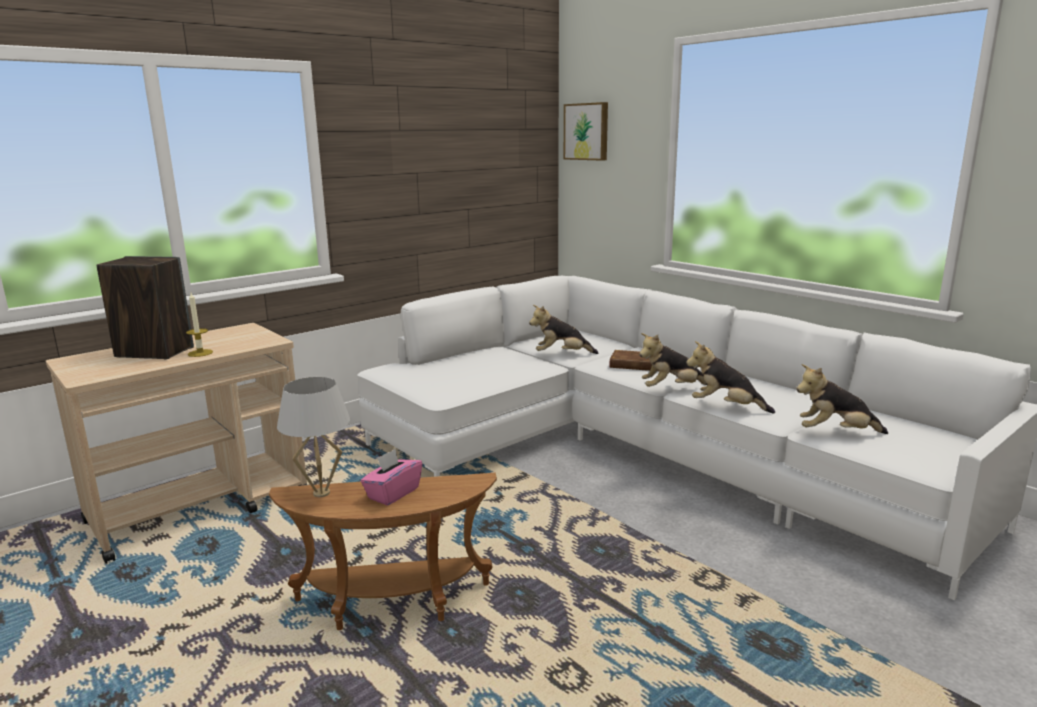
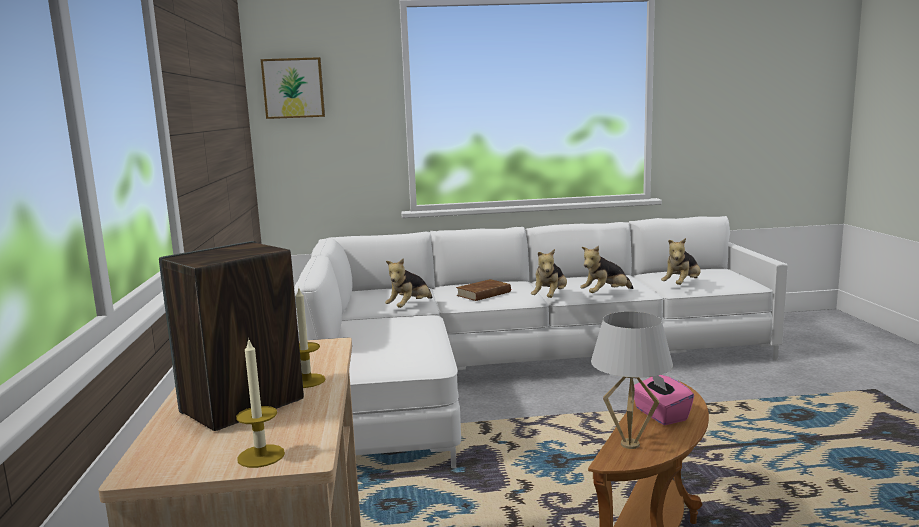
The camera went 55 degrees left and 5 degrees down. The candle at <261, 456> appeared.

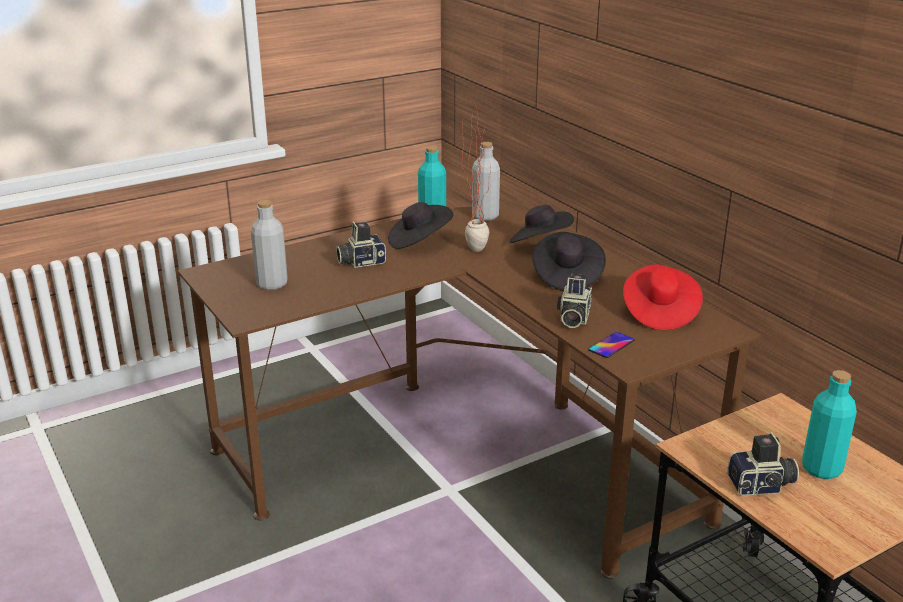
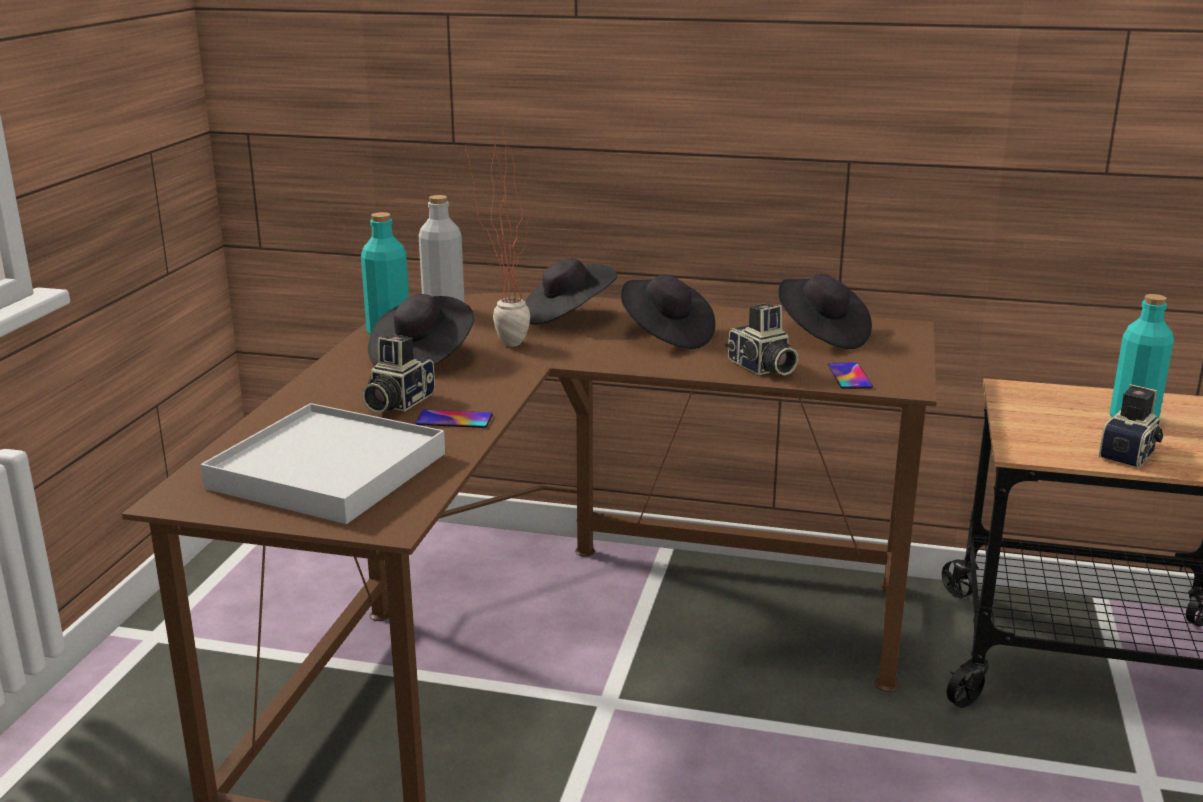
The camera went 45 degrees left and 5 degrees down. The phone at <454, 420> appeared. The grey bottle at <272, 284> was replaced by the white tray at <328, 470>. The red hat at <659, 313> became the black hat at <821, 335>.

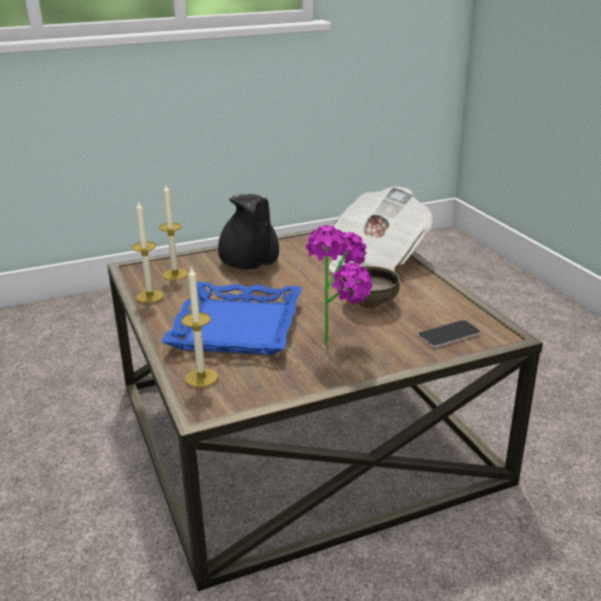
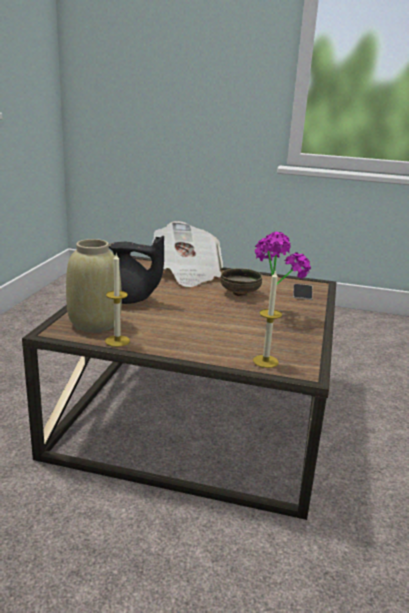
The camera went 55 degrees left and 5 degrees down. The blue tray at <238, 327> disappeared. The candle at <175, 274> was replaced by the beige vase at <95, 323>.

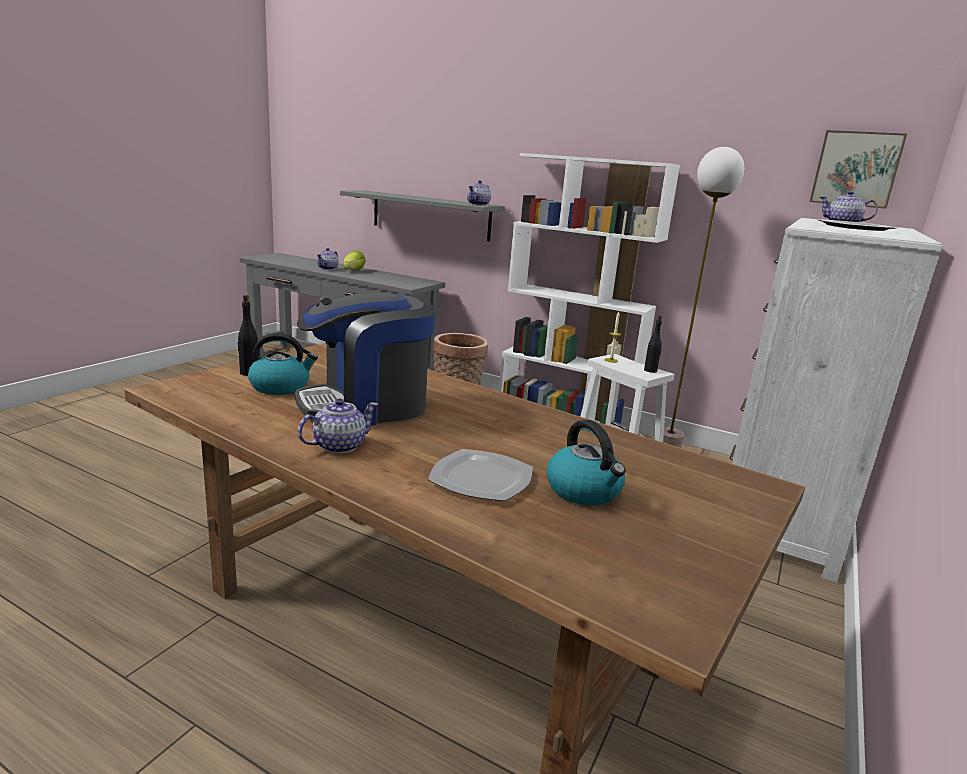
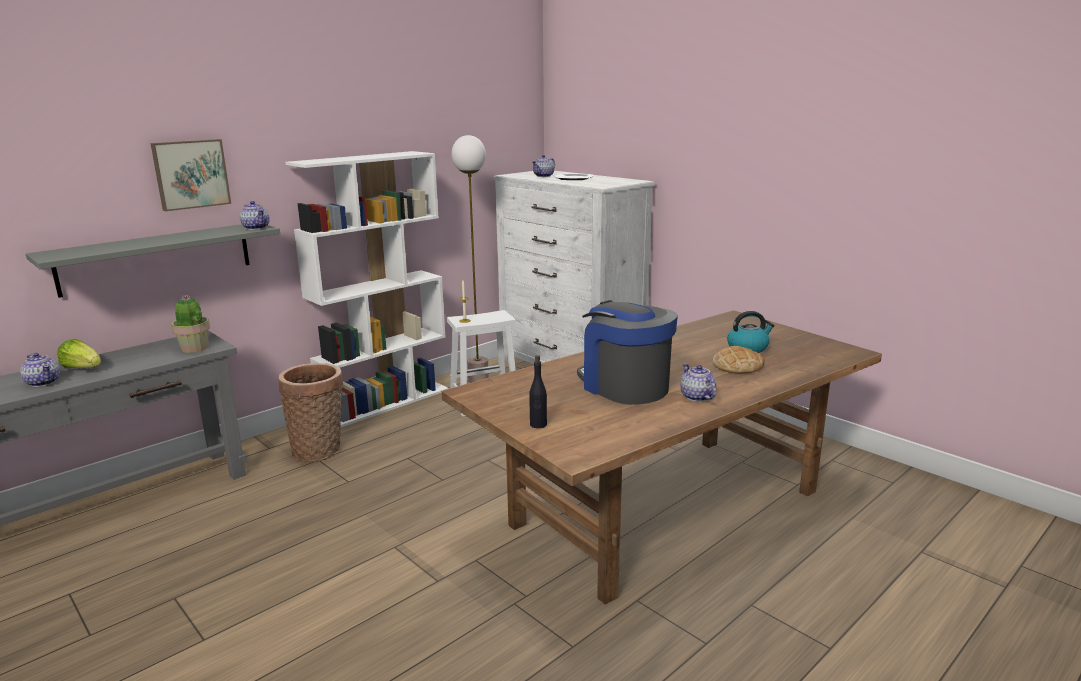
The camera went 70 degrees left and 0 degrees up. The kettle at <281, 387> disappeared. The black bottle at <650, 370> disappeared. The potted plant at <194, 348> appeared. The picture moved from <856, 169> to <191, 174>. The plate at <482, 478> was replaced by the bread at <737, 366>. The coffee machine at <366, 406> turned 150 degrees clockwise.

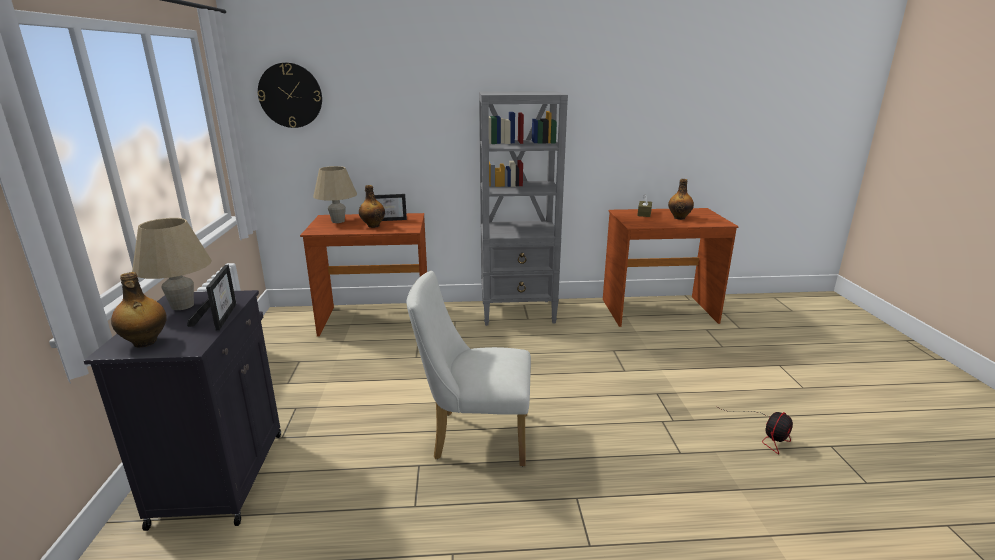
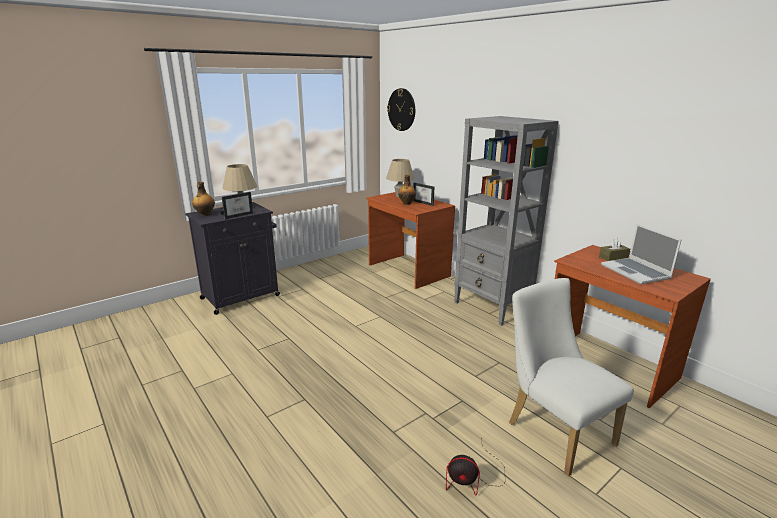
The camera went 55 degrees right and 0 degrees up. The white chair moved from <474, 436> to <554, 429>. The bottle at <679, 218> was replaced by the laptop at <636, 272>.

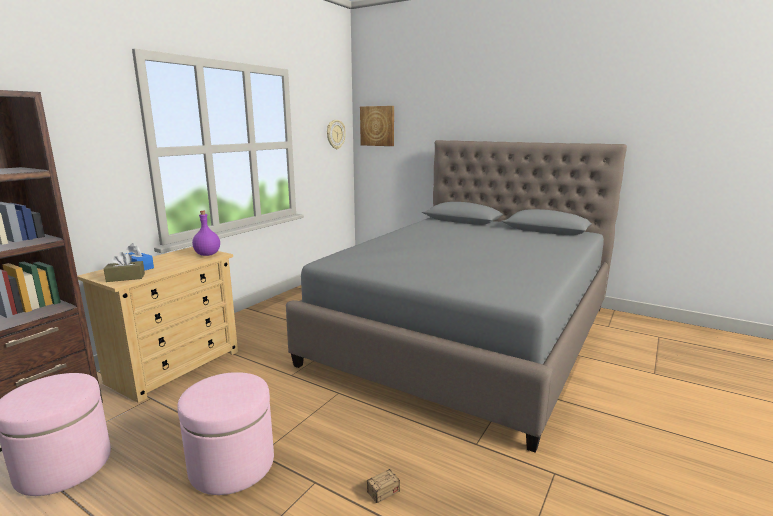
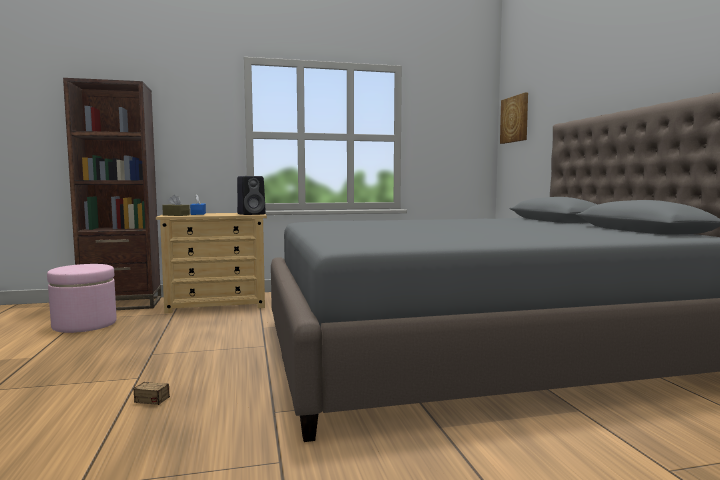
The camera went 45 degrees right and 10 degrees down. The pink ottoman at <232, 465> disappeared. The wall clock at <335, 134> disappeared. The purple bottle at <207, 254> was replaced by the black speaker at <252, 214>.

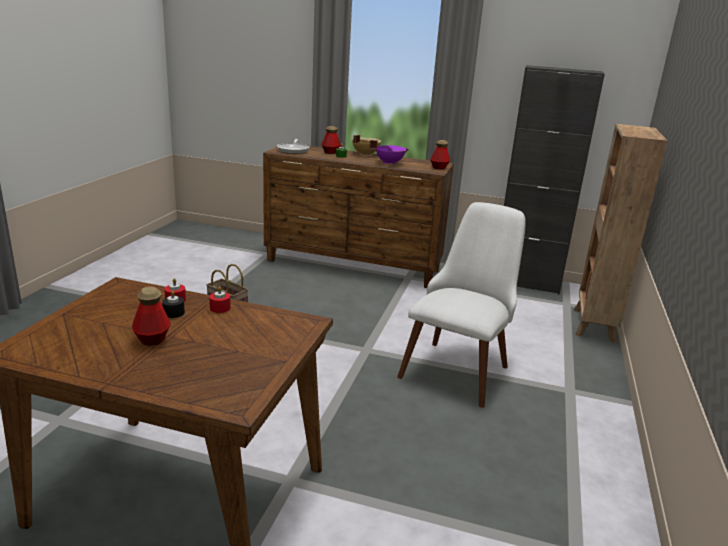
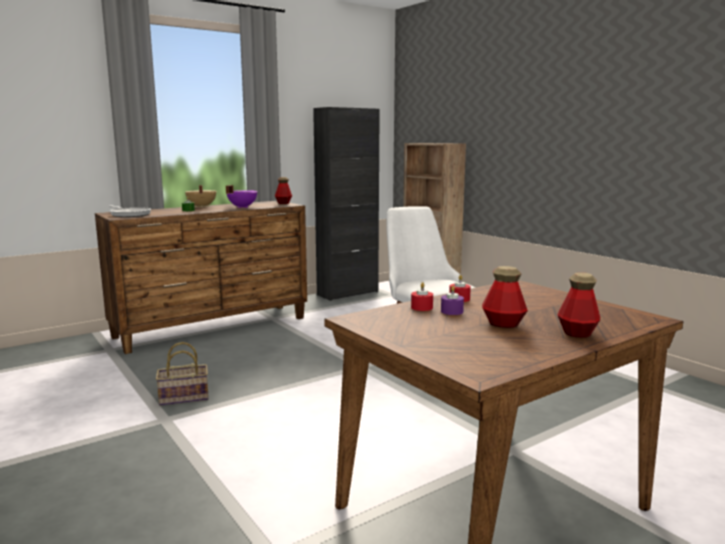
The camera went 50 degrees left and 10 degrees down. The bottle moved from <330, 152> to <577, 333>. The black candle at <173, 313> became the purple candle at <452, 311>.

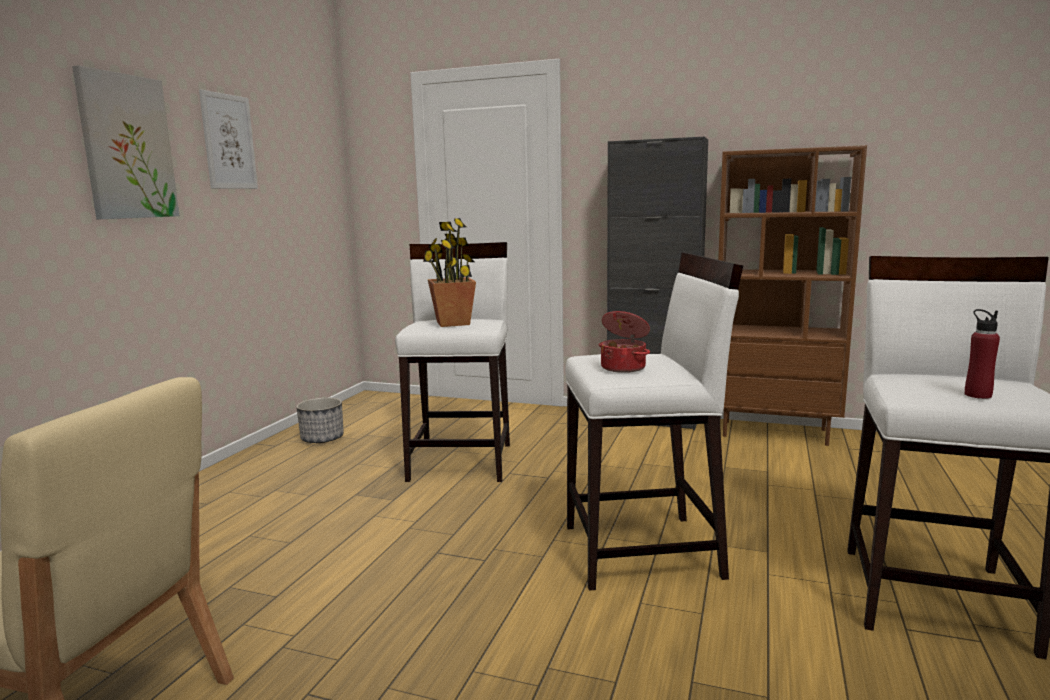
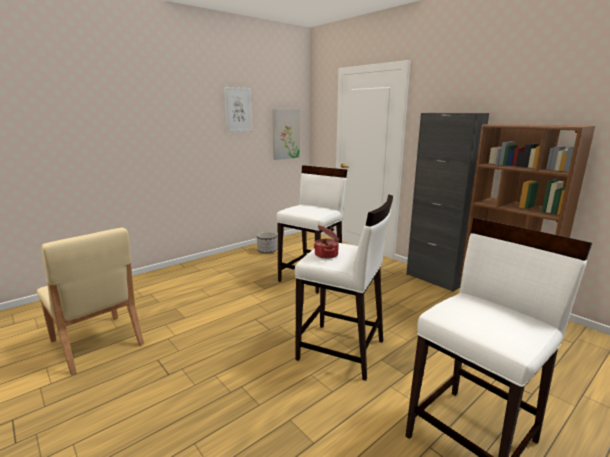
The camera went 30 degrees right and 5 degrees up. The potted plant at <453, 323> disappeared. The red bottle at <977, 395> disappeared. The picture moved from <127, 147> to <285, 134>.

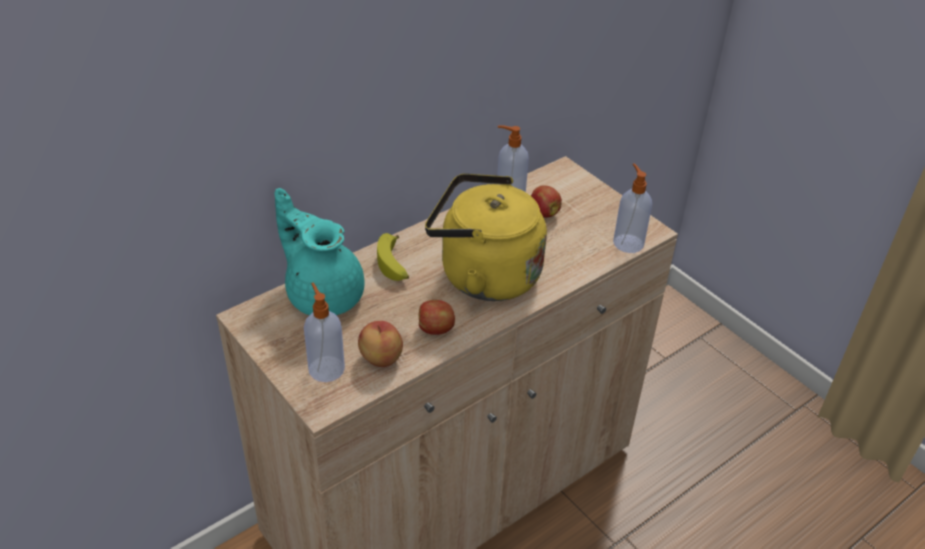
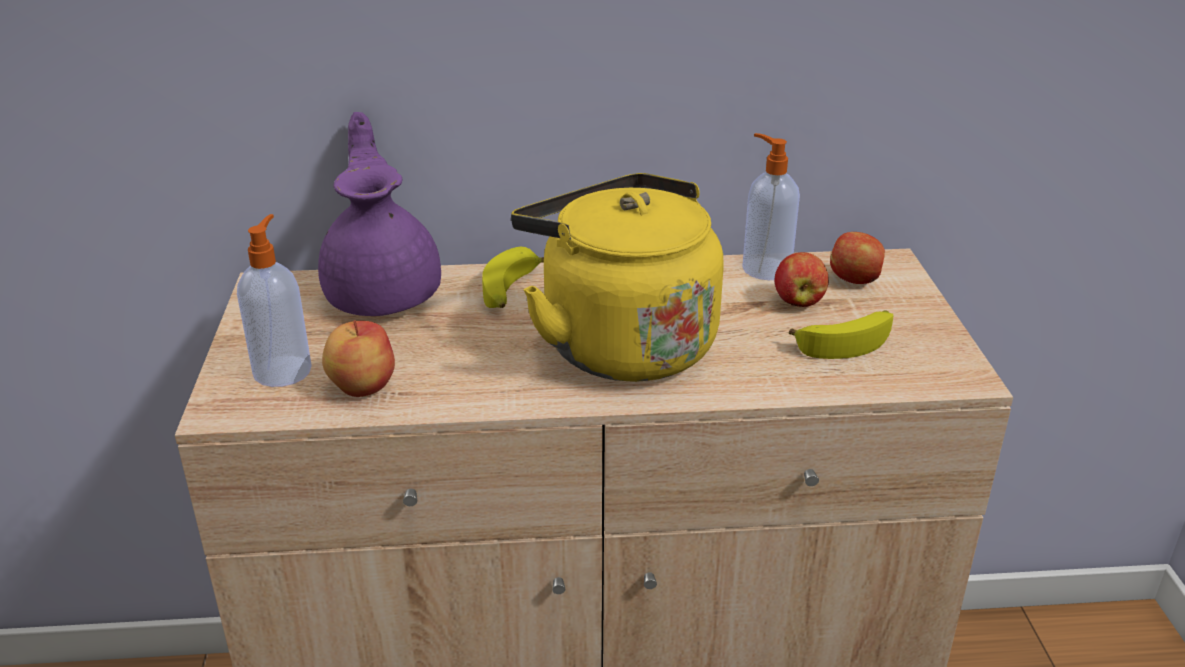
The camera went 35 degrees right and 10 degrees down. The soap dispenser at <628, 242> disappeared. The banana at <846, 341> appeared. The apple moved from <436, 329> to <855, 280>. The turquoise teapot at <323, 293> became the purple teapot at <384, 292>.

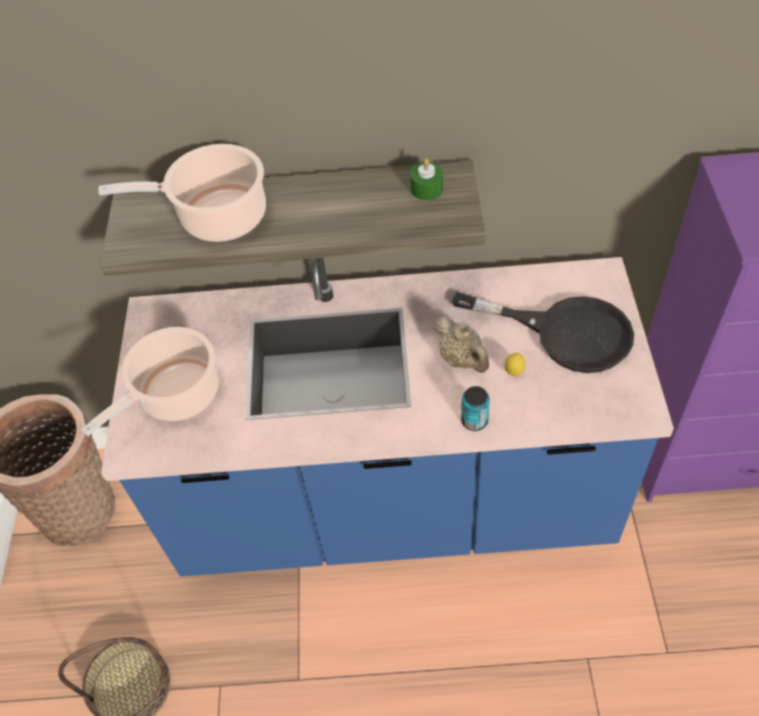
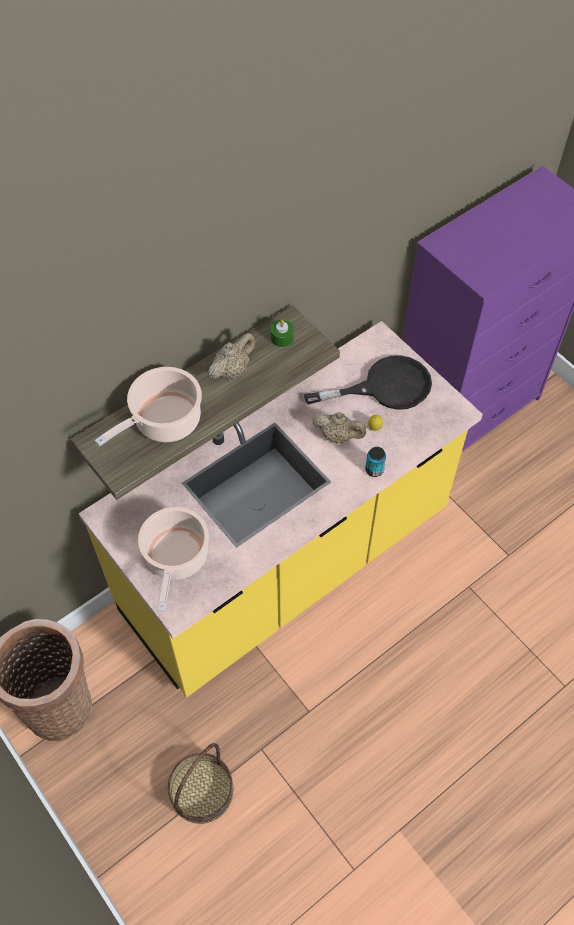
The camera went 40 degrees left and 5 degrees up. The beige teapot at <232, 370> appeared. The blue counter at <394, 504> became the yellow counter at <287, 565>.

